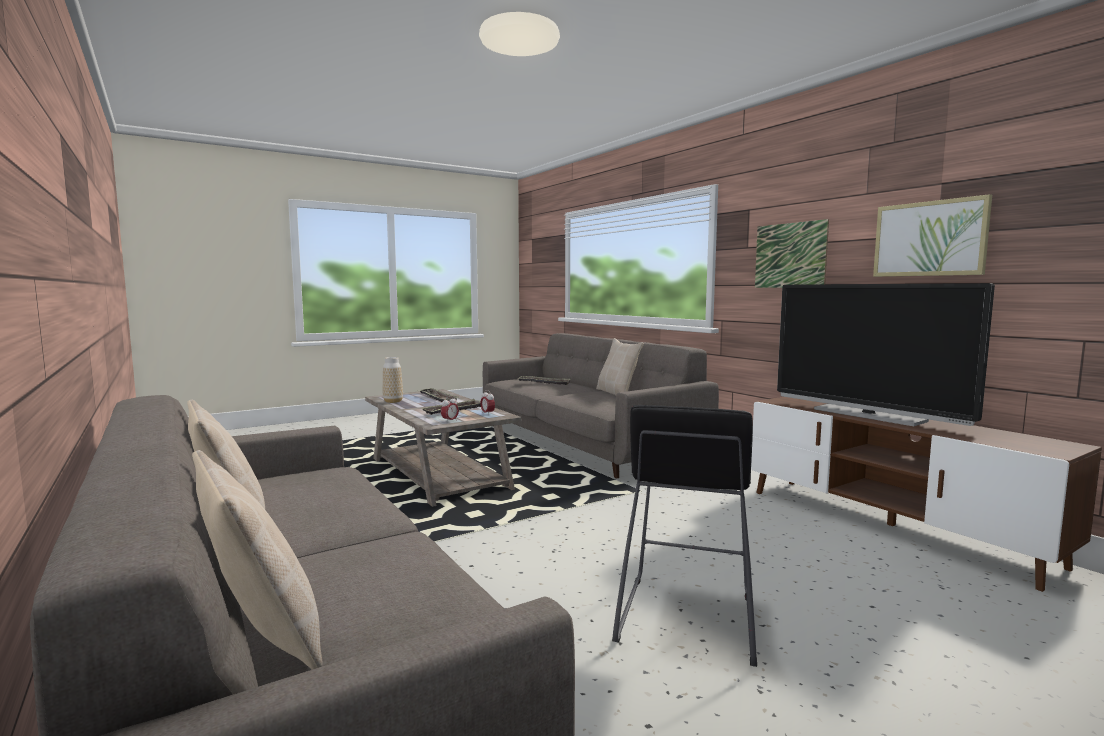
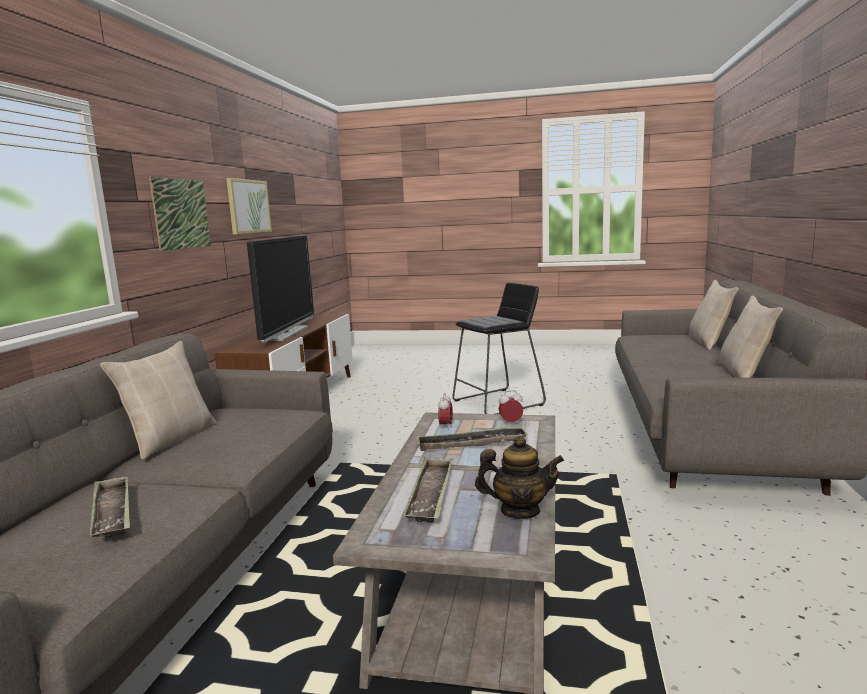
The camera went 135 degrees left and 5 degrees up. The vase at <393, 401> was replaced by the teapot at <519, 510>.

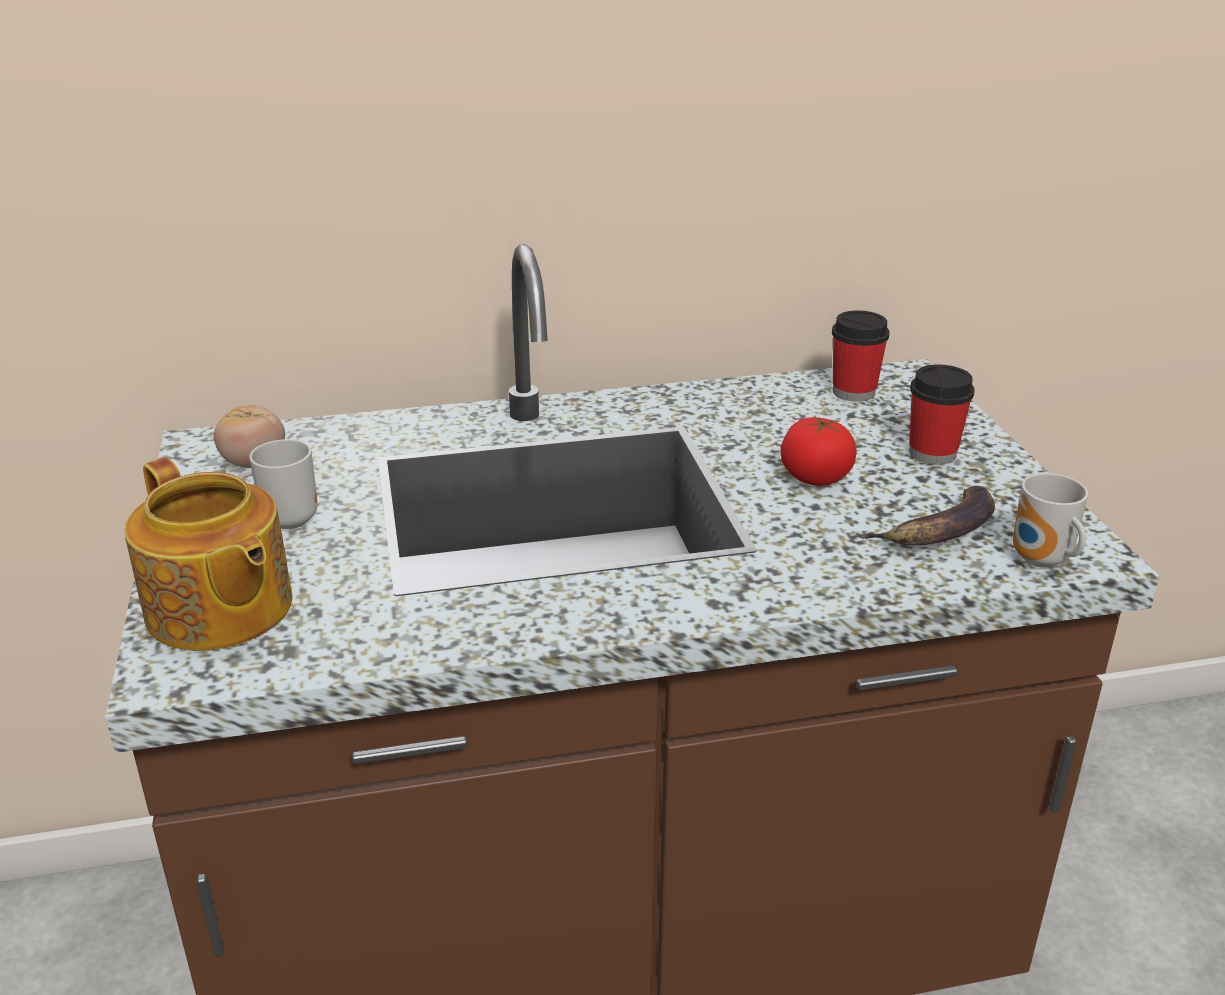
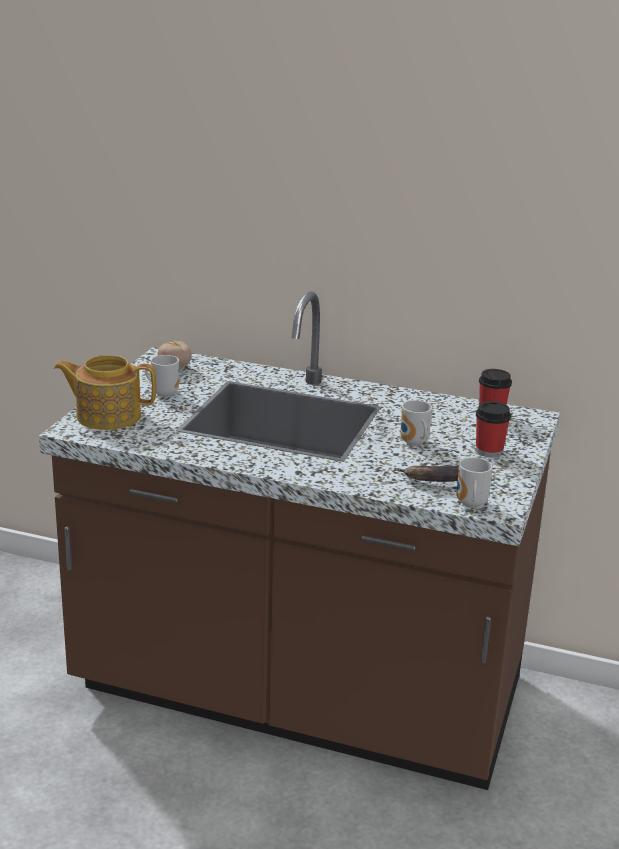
The camera went 30 degrees right and 5 degrees down. The tomato at <815, 477> was replaced by the mug at <413, 443>. The teapot at <219, 610> turned 105 degrees clockwise.

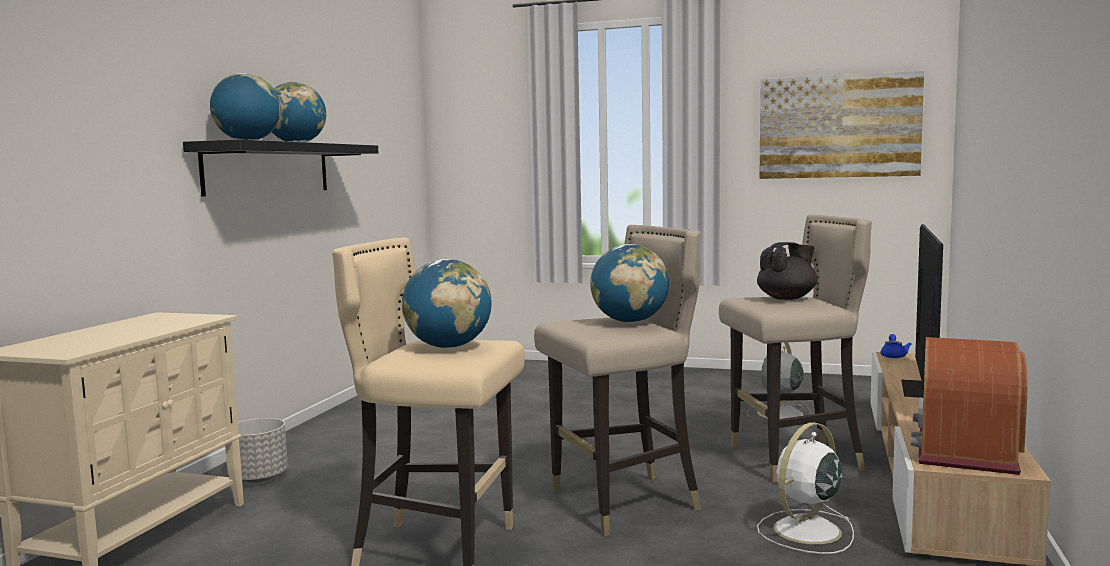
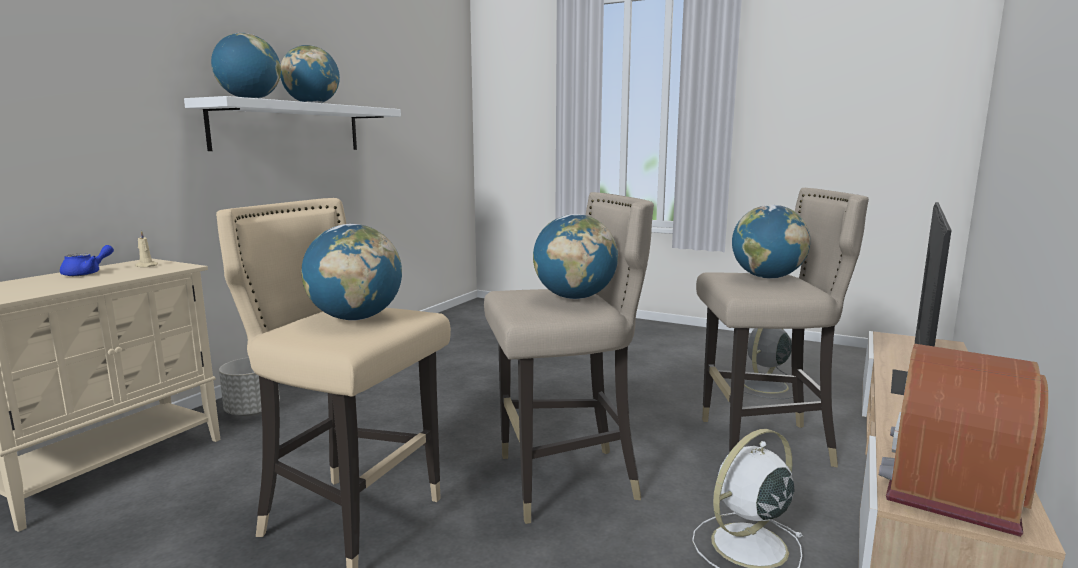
The camera went 10 degrees right and 5 degrees up. The picture at <838, 126> disappeared. The beige candle at <145, 266> appeared. The blue teapot moved from <893, 355> to <87, 273>. The black teapot at <787, 298> was replaced by the globe at <767, 277>. The black shelf at <268, 168> became the white shelf at <289, 127>.

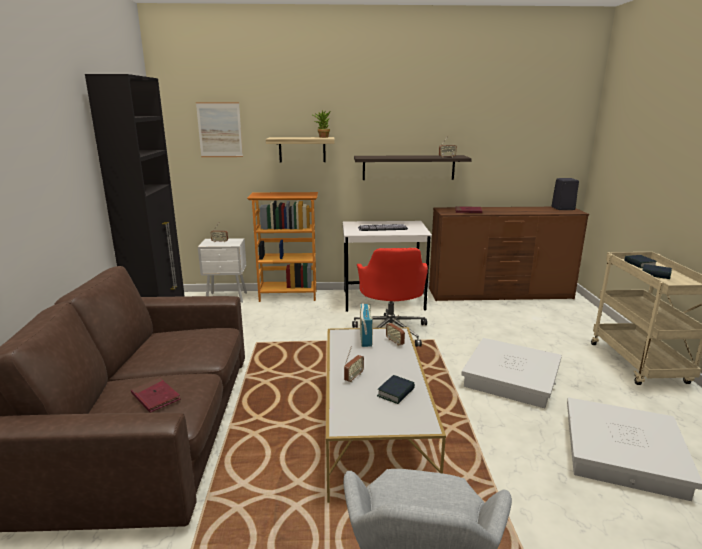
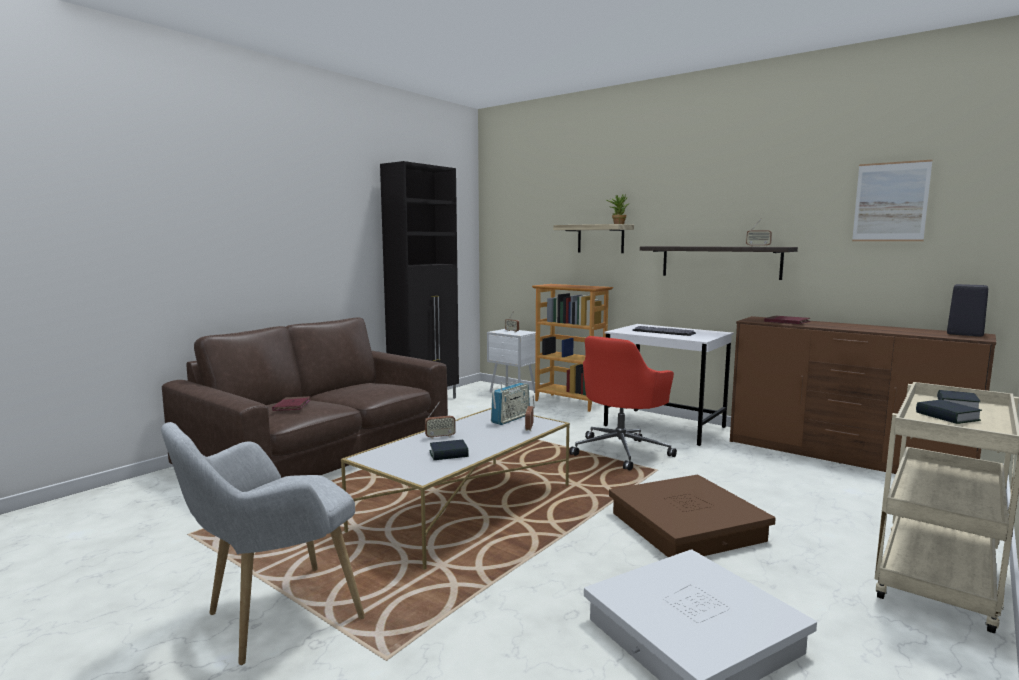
The camera went 40 degrees right and 10 degrees down. The picture moved from <220, 130> to <890, 202>. The white storage box at <511, 378> became the brown storage box at <687, 526>.

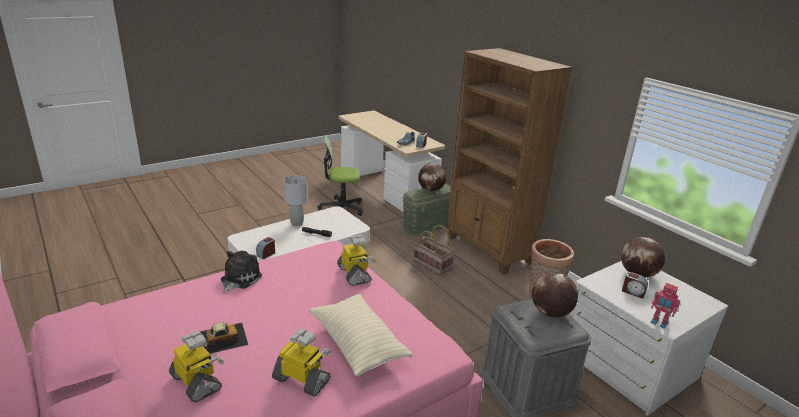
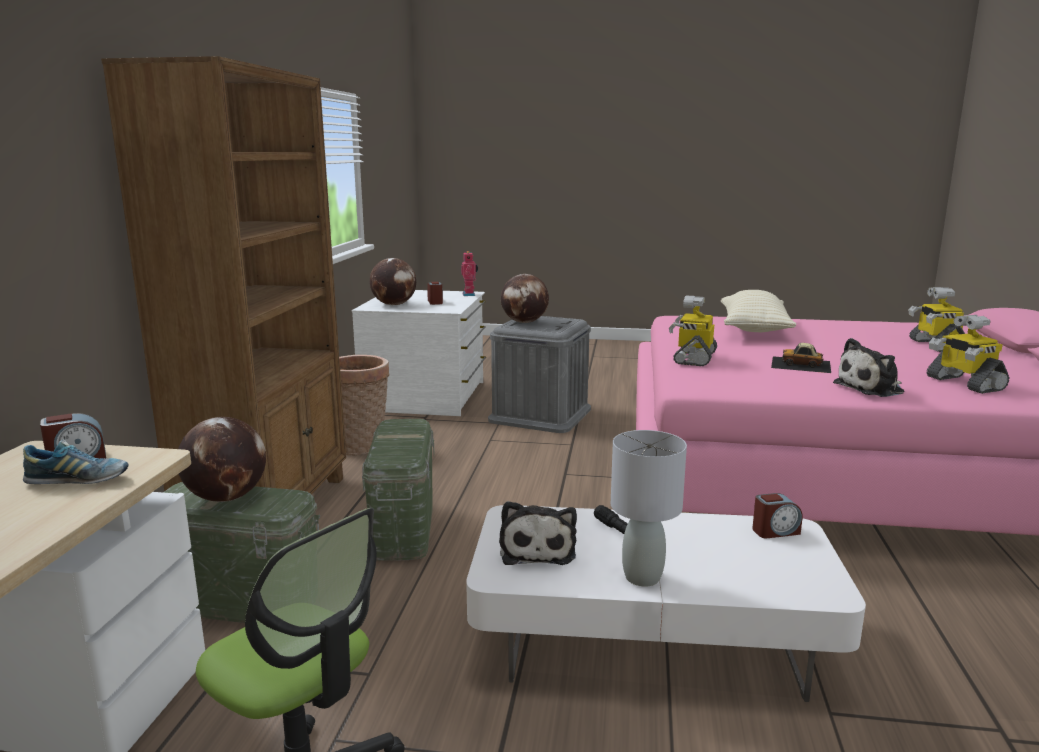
The camera went 135 degrees left and 10 degrees down. The plush toy at <537, 549> appeared. The toy car moved from <222, 338> to <801, 364>. The toy robot moved from <302, 379> to <963, 383>. The basket at <433, 264> was replaced by the green storage box at <403, 529>.

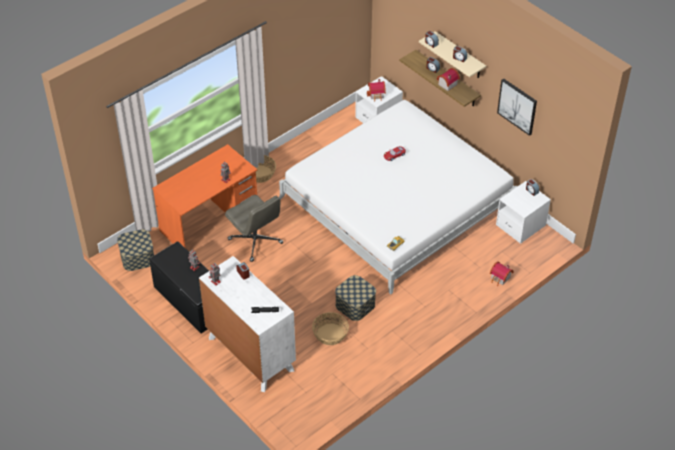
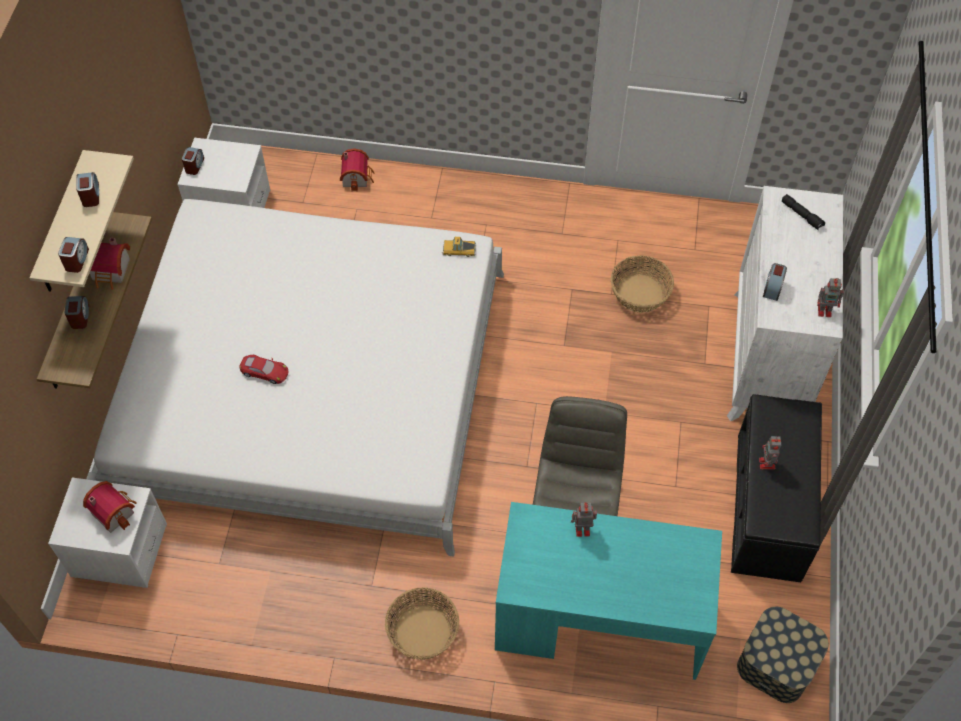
The camera went 130 degrees left and 10 degrees up. The storage box at <355, 305> disappeared. The picture at <517, 106> disappeared. The orange desk at <209, 221> became the turquoise desk at <599, 620>.

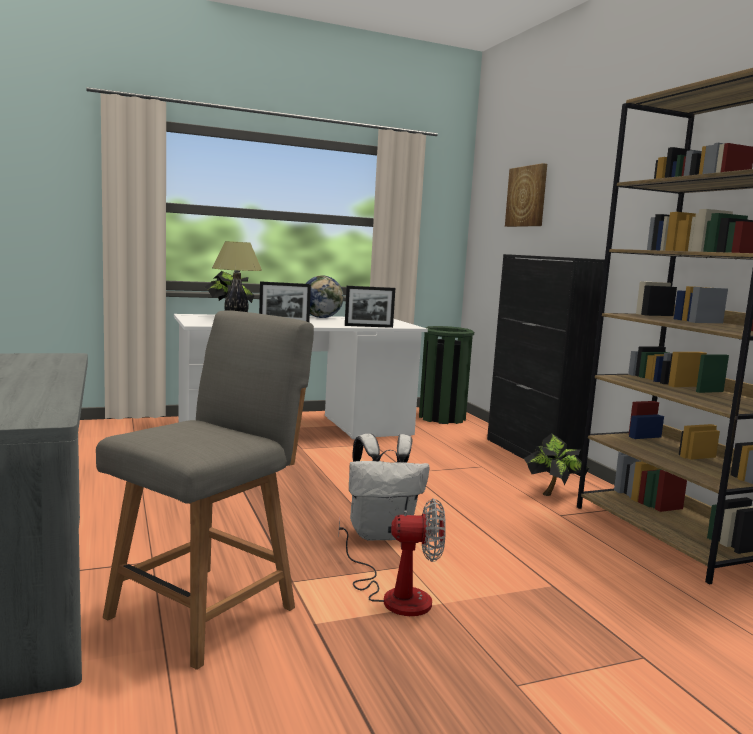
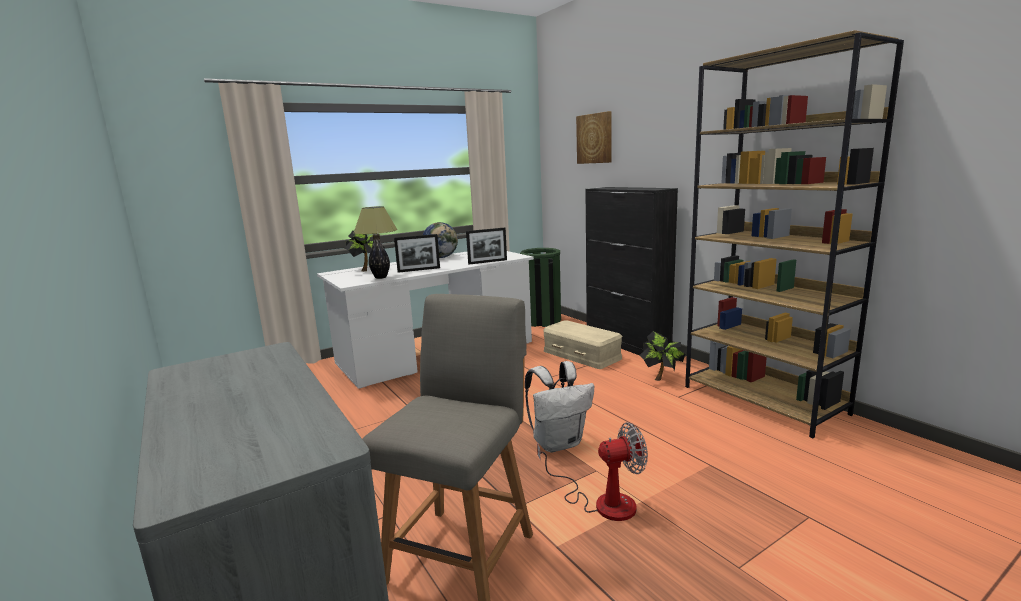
The camera went 10 degrees left and 5 degrees up. The beige storage box at <582, 354> appeared.

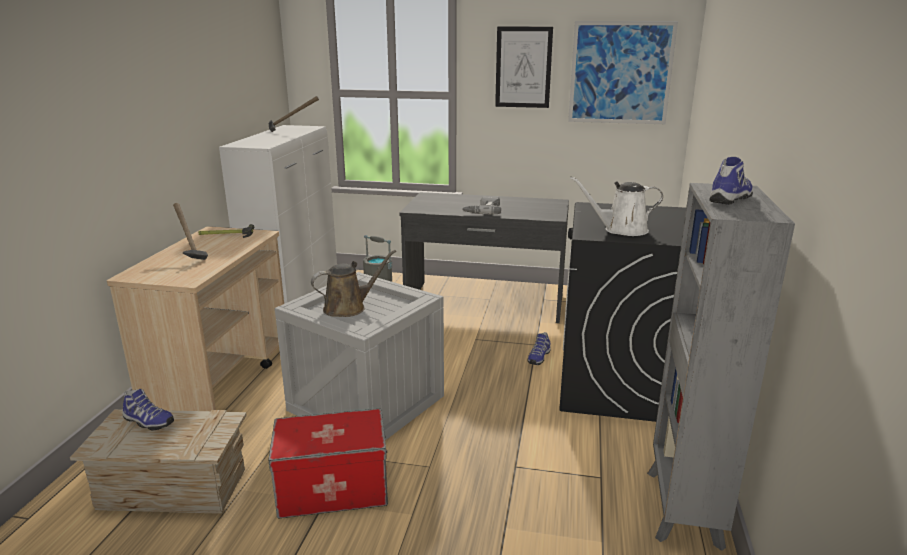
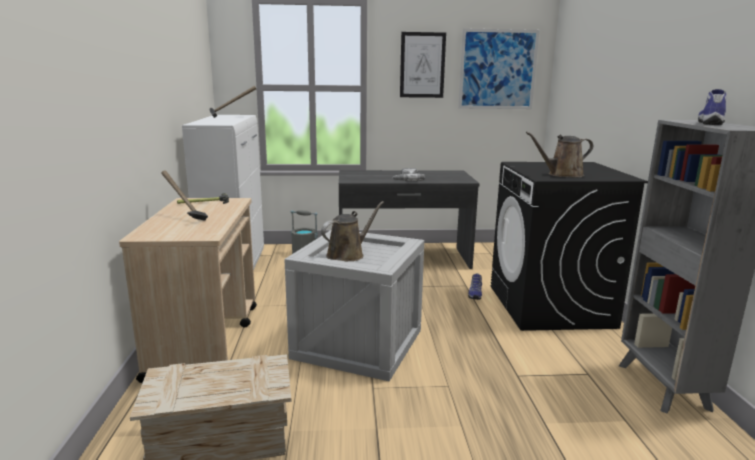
The camera went 15 degrees left and 5 degrees down. The shoe at <147, 422> disappeared. The storage box at <333, 489> disappeared. The white watering can at <621, 230> became the brown watering can at <562, 175>.

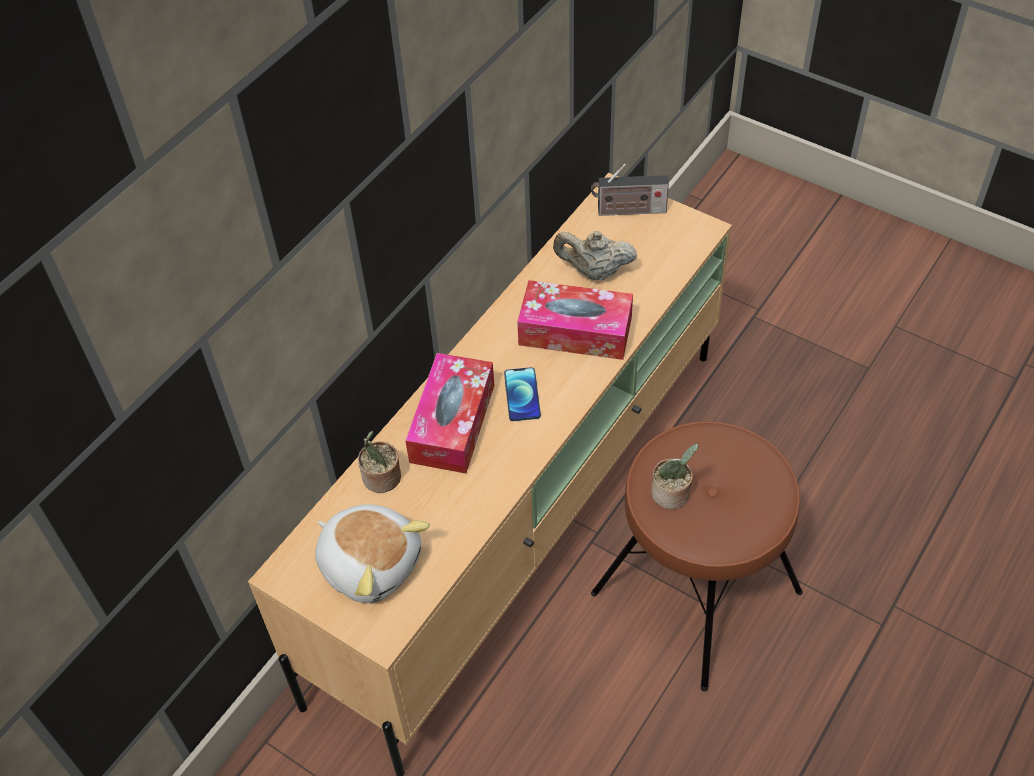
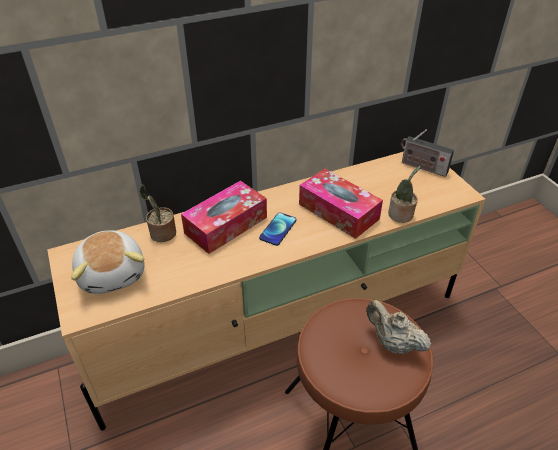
The camera went 30 degrees right and 10 degrees down. The beige teapot moved from <594, 272> to <393, 343>. The potted plant moved from <672, 495> to <401, 215>.

